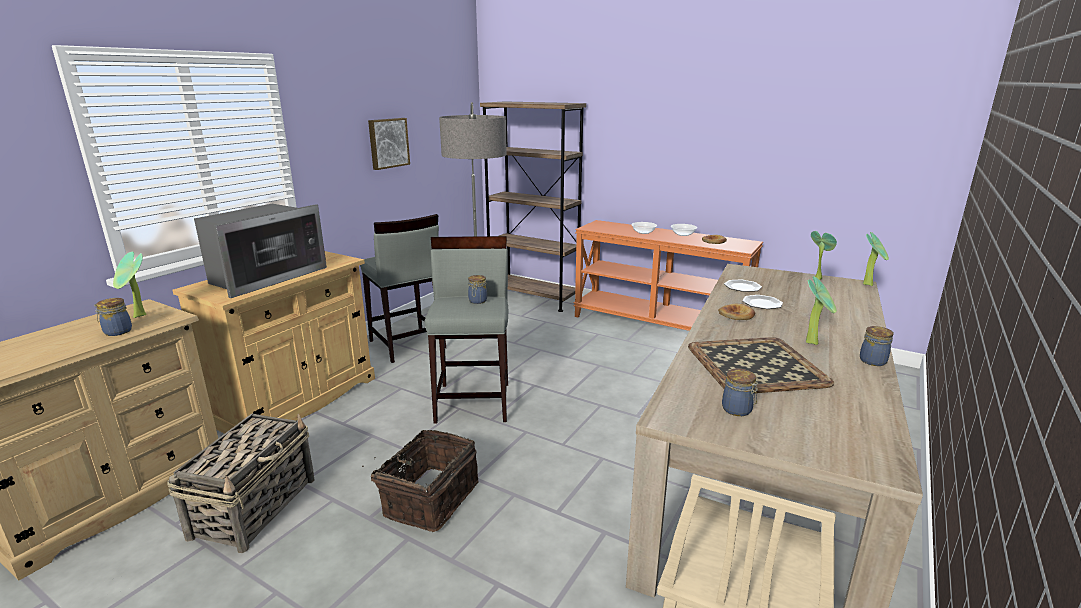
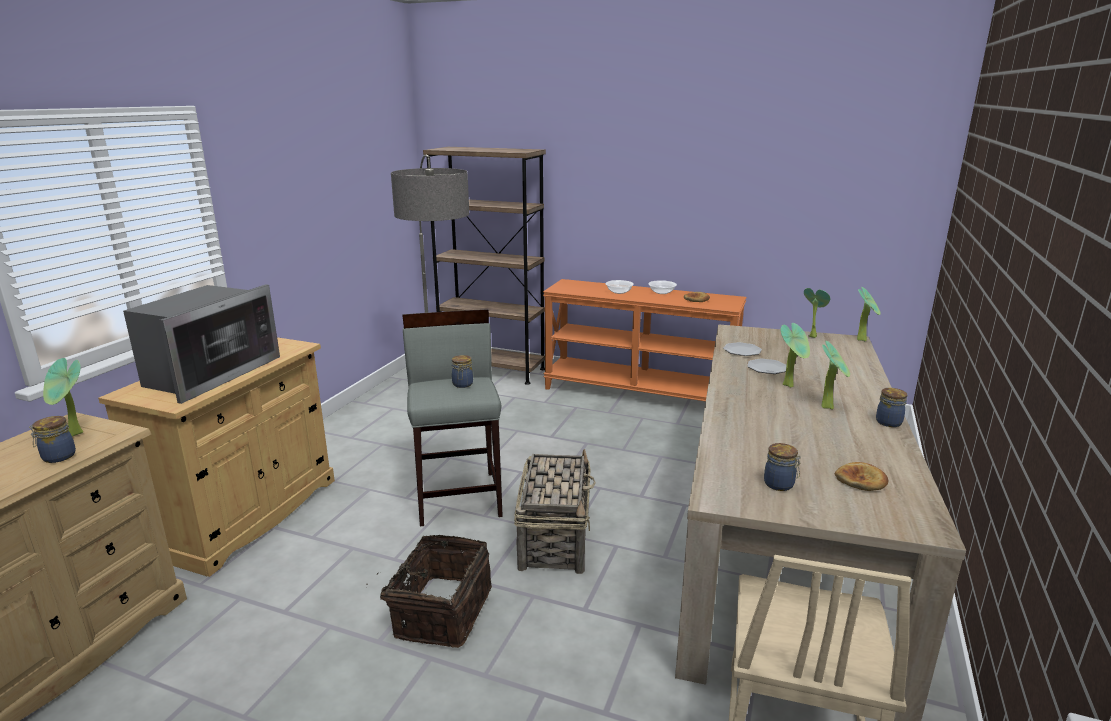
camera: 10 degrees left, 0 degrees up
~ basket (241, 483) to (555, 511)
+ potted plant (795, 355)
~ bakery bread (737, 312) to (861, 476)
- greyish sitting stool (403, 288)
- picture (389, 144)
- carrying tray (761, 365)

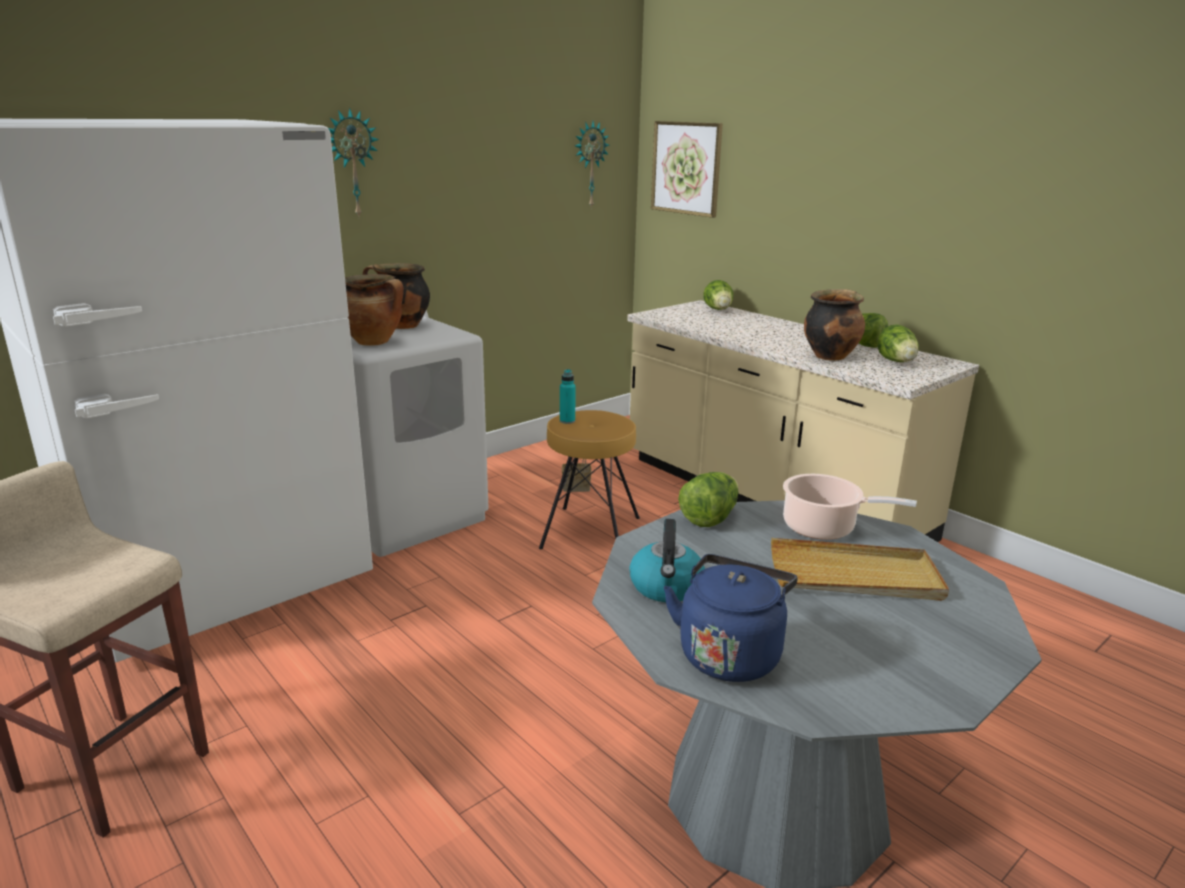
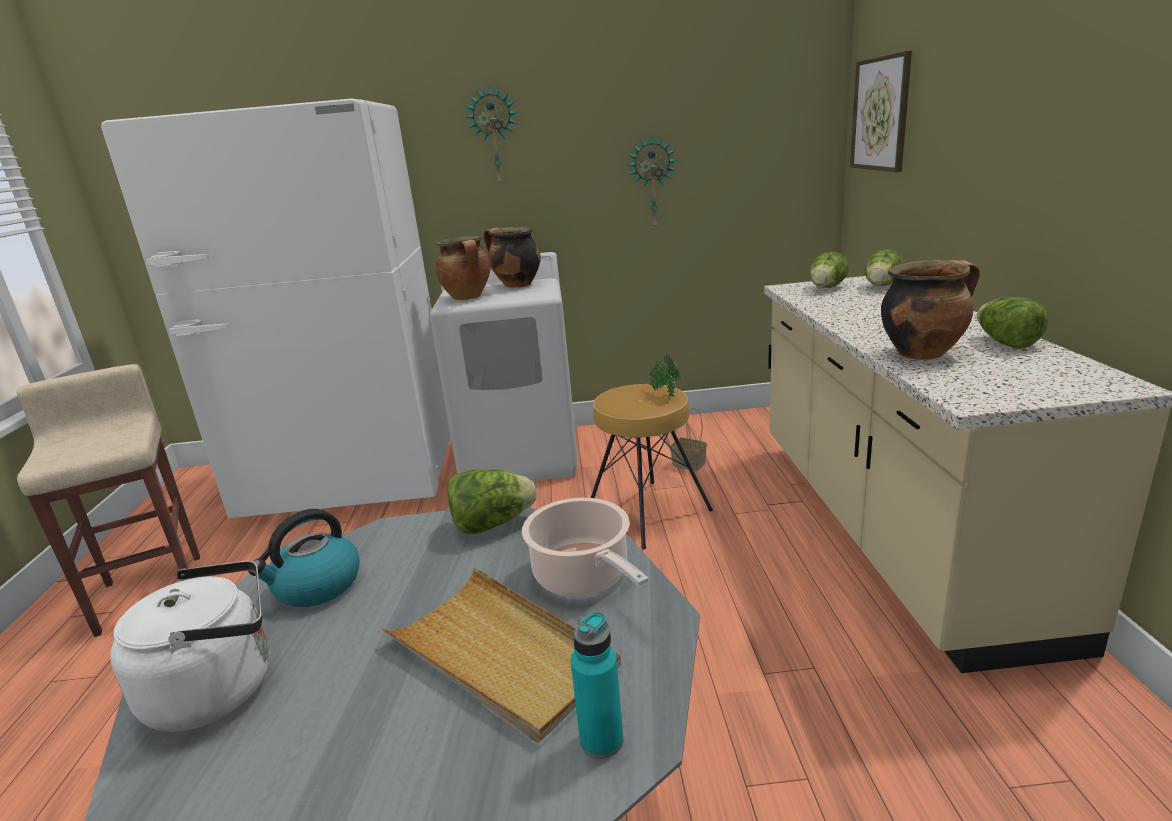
camera: 40 degrees right, 0 degrees up
~ blue-coloured water kettle (731, 618) to whitish water kettle (189, 646)
~ blue-green drink bottle (568, 396) to (597, 685)
~ wall clock (592, 165) to (652, 182)
+ potted plant (665, 375)
~ head of lettuce (898, 343) to (829, 270)

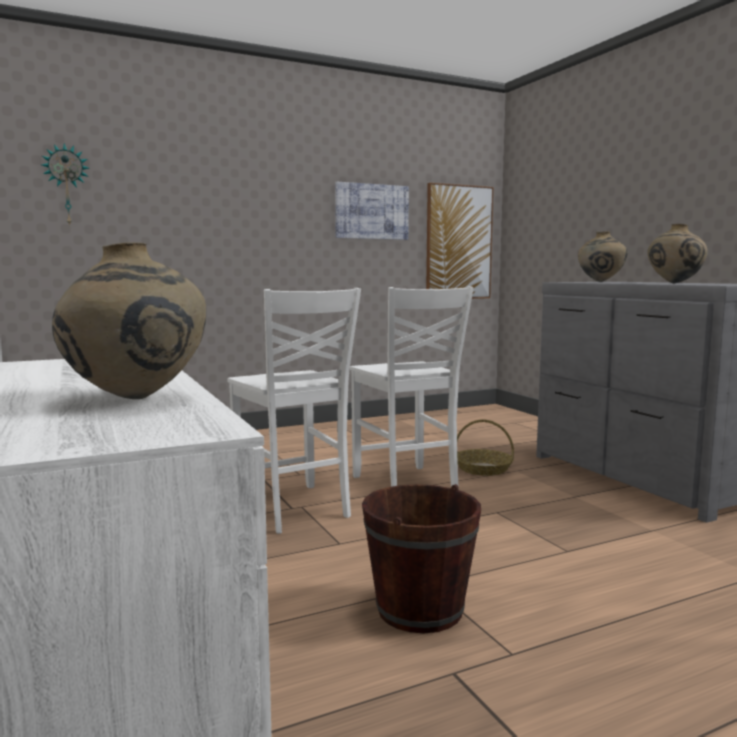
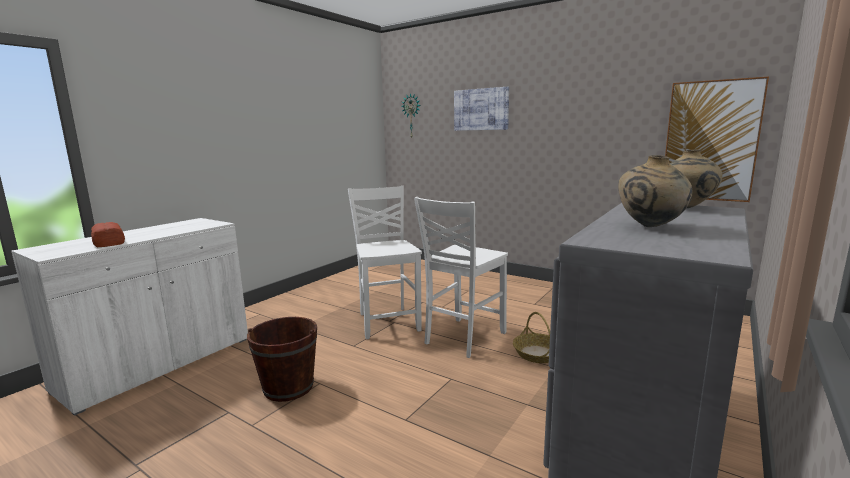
camera: 60 degrees right, 5 degrees up
~ beige vase (129, 320) to bakery bread (108, 234)
~ whitish upright chair (294, 411) = (385, 262) 135 degrees clockwise
~ picture (372, 211) to (481, 109)

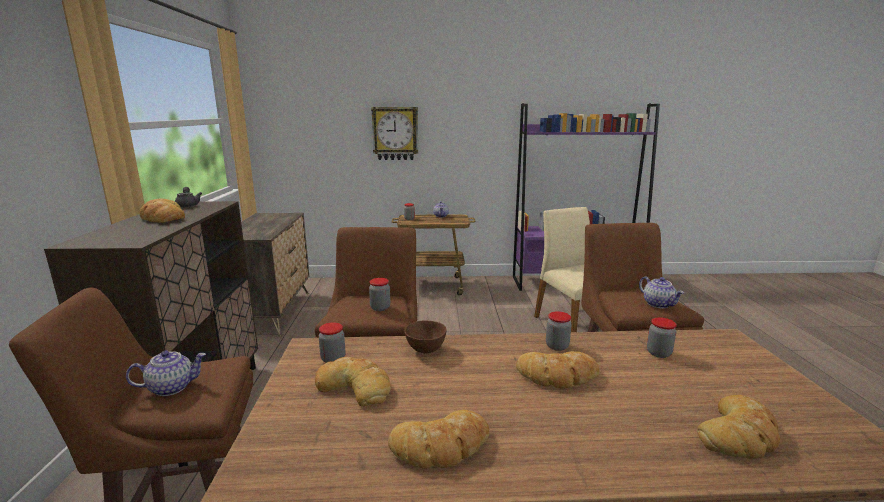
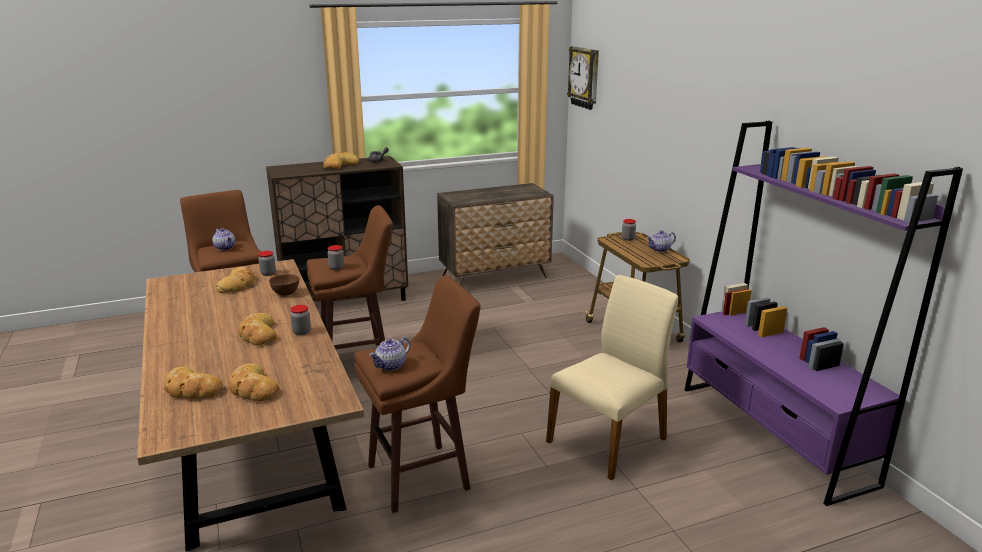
camera: 70 degrees right, 5 degrees up
~ bakery bread (438, 439) to (254, 382)
~ wall clock (394, 133) to (583, 78)
- preserve jar (662, 337)

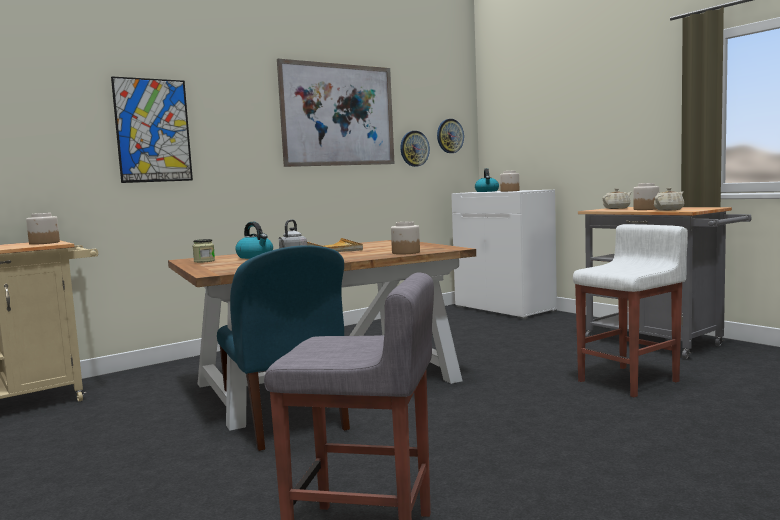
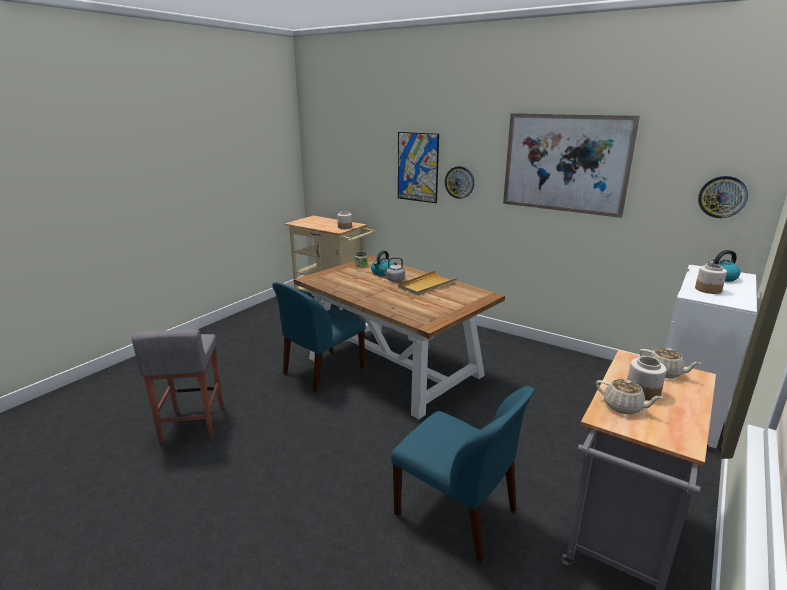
camera: 70 degrees right, 15 degrees up
~ whitish sitting stool (630, 310) to blue-coloured upright chair (463, 474)
~ wall clock (415, 149) to (459, 182)
- preserve jar (405, 238)

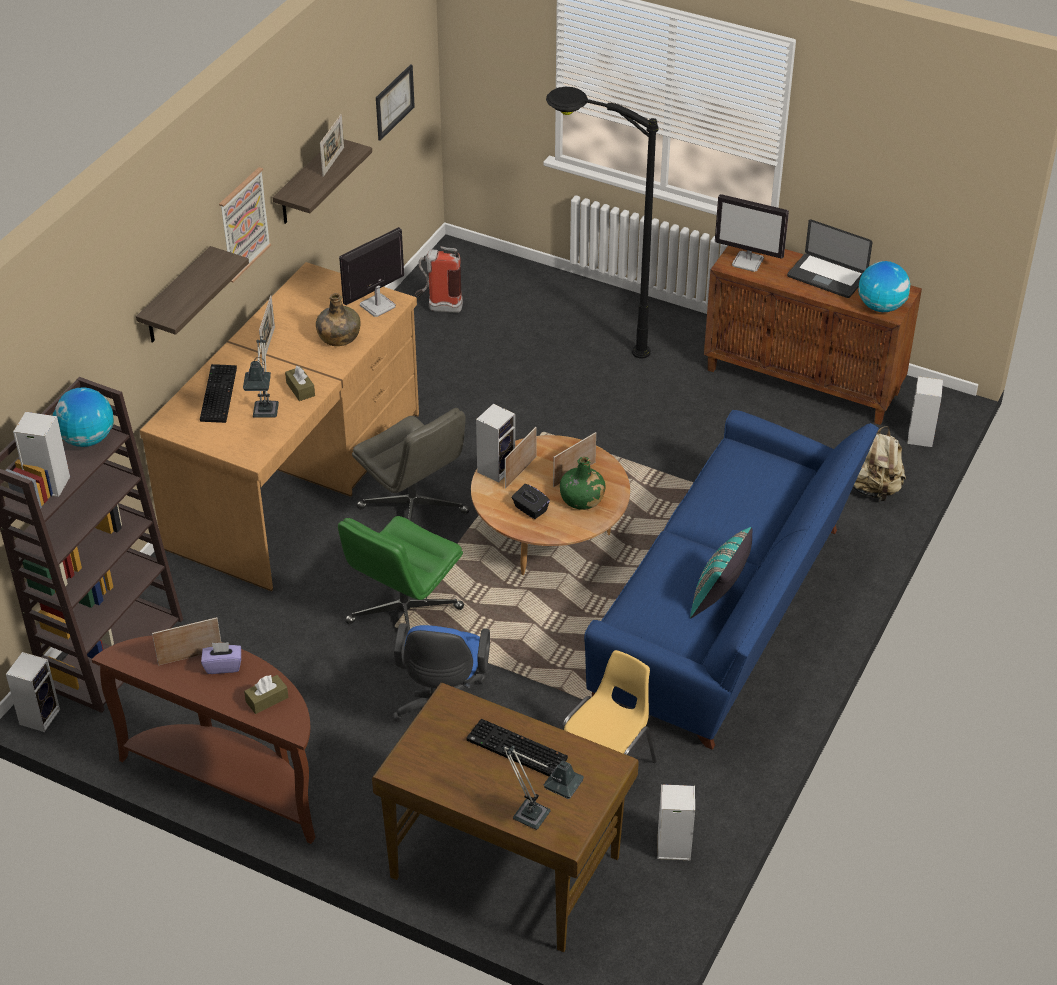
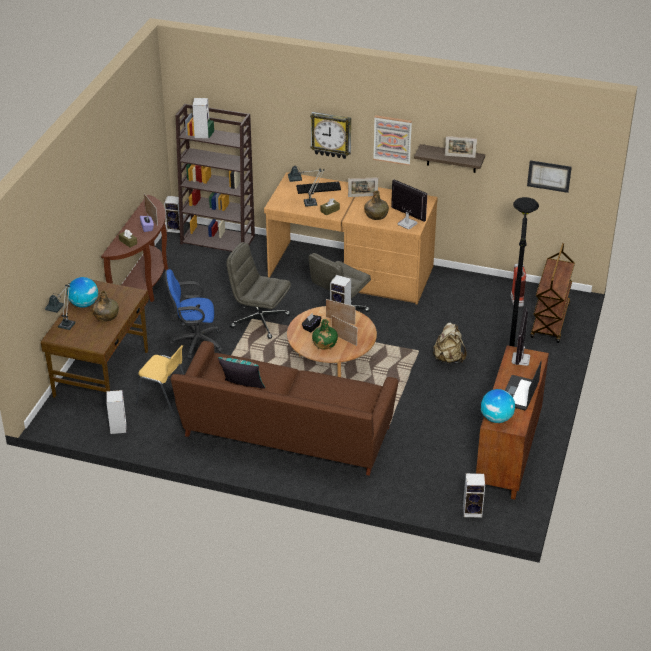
camera: 80 degrees right, 5 degrees down
~ globe (83, 417) to (82, 292)
~ computer keyboard (517, 747) to greenish drink bottle (105, 306)
~ blue-coloured settee (731, 580) to brown settee (284, 408)
~ greenish desk chair (401, 573) to greyish desk chair (258, 290)
~ shelf (192, 294) to wall clock (330, 135)
~ beige backpack (879, 463) to (450, 343)
+ brown cart (553, 293)

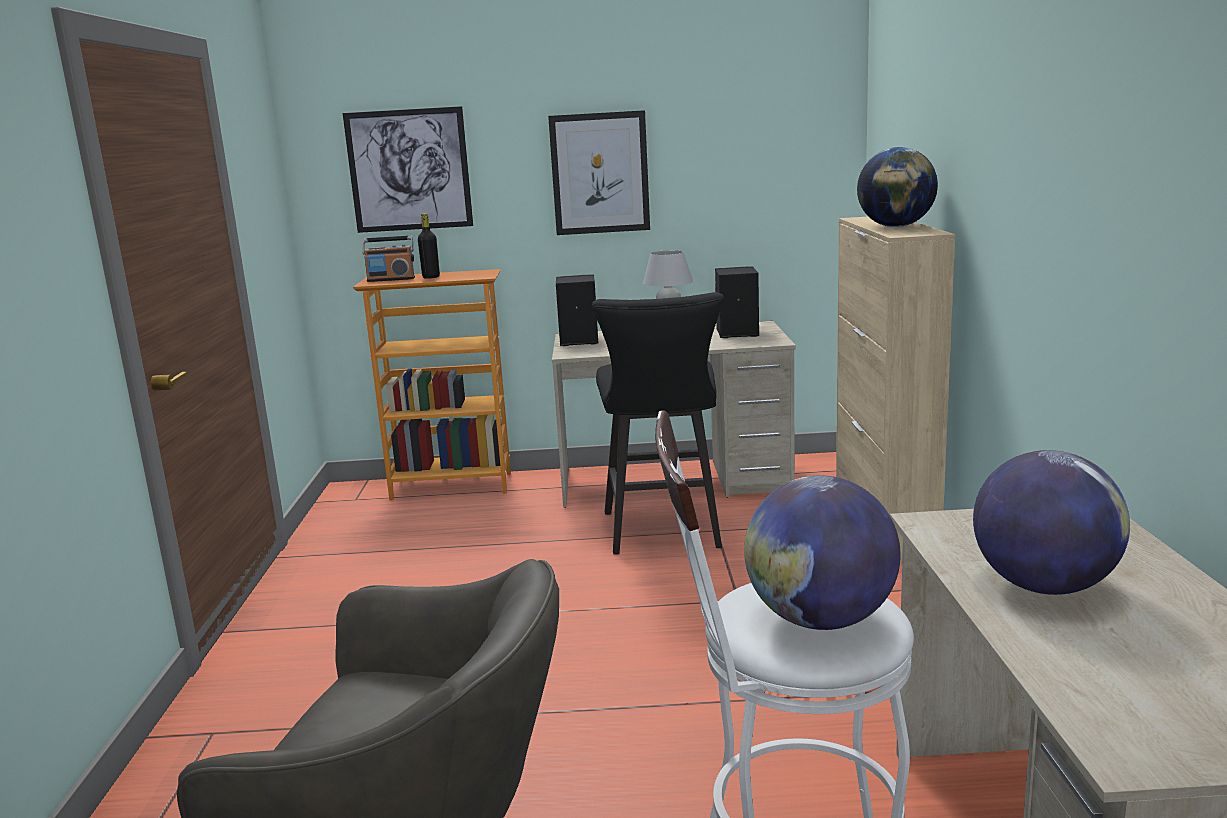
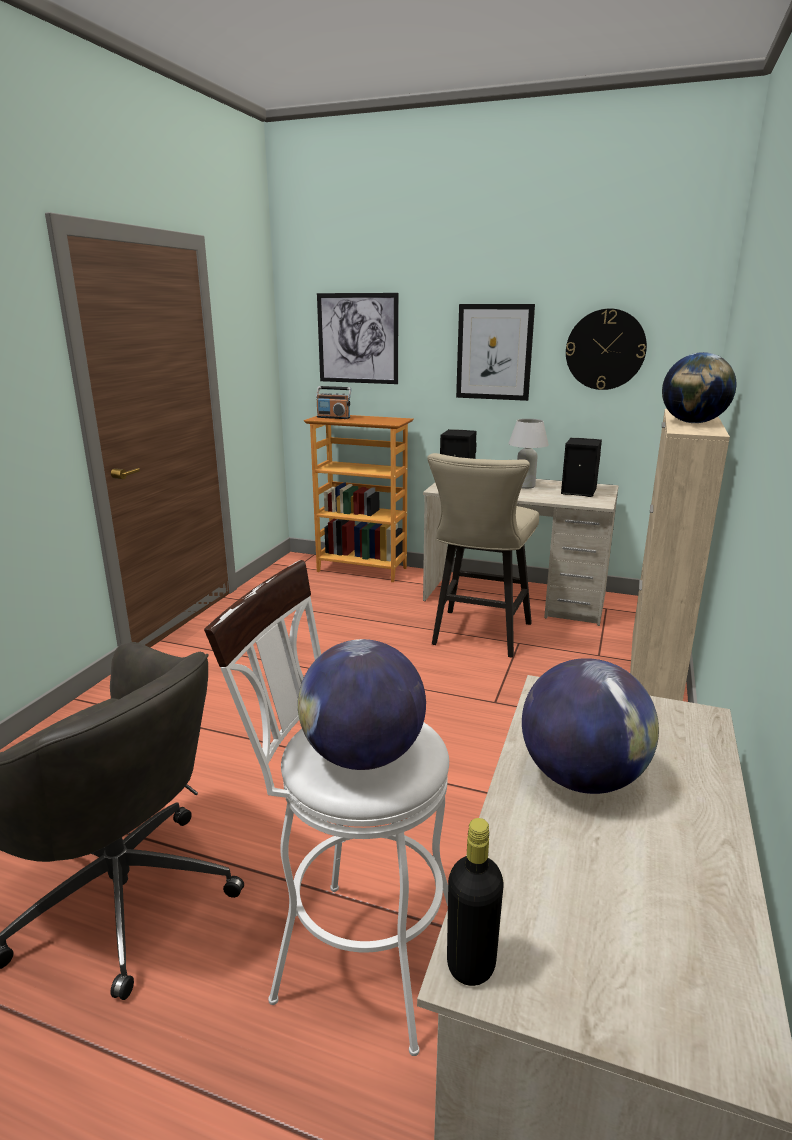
camera: 20 degrees right, 5 degrees up
~ black-coloured sitting stool (658, 423) to beige sitting stool (483, 555)
~ black-coloured drink bottle (429, 246) to (475, 902)
+ wall clock (606, 349)

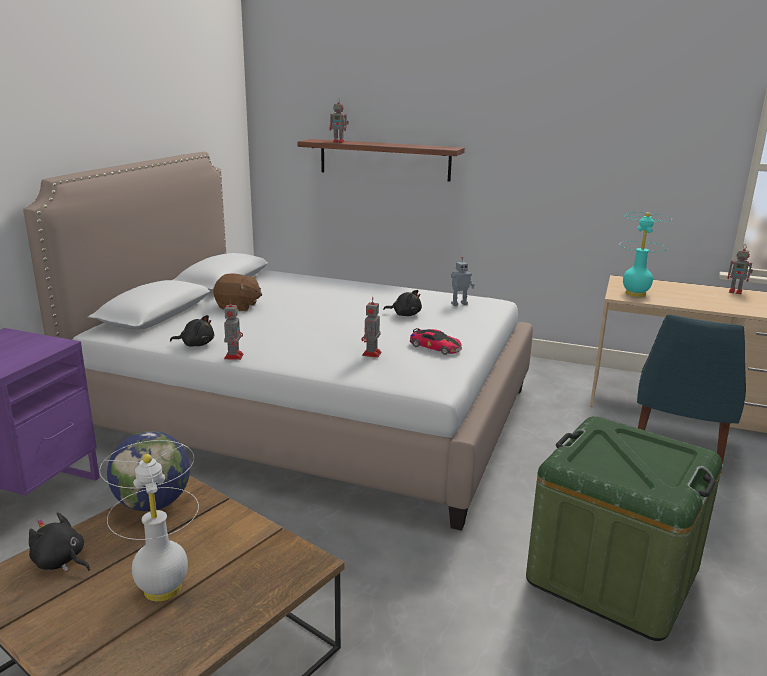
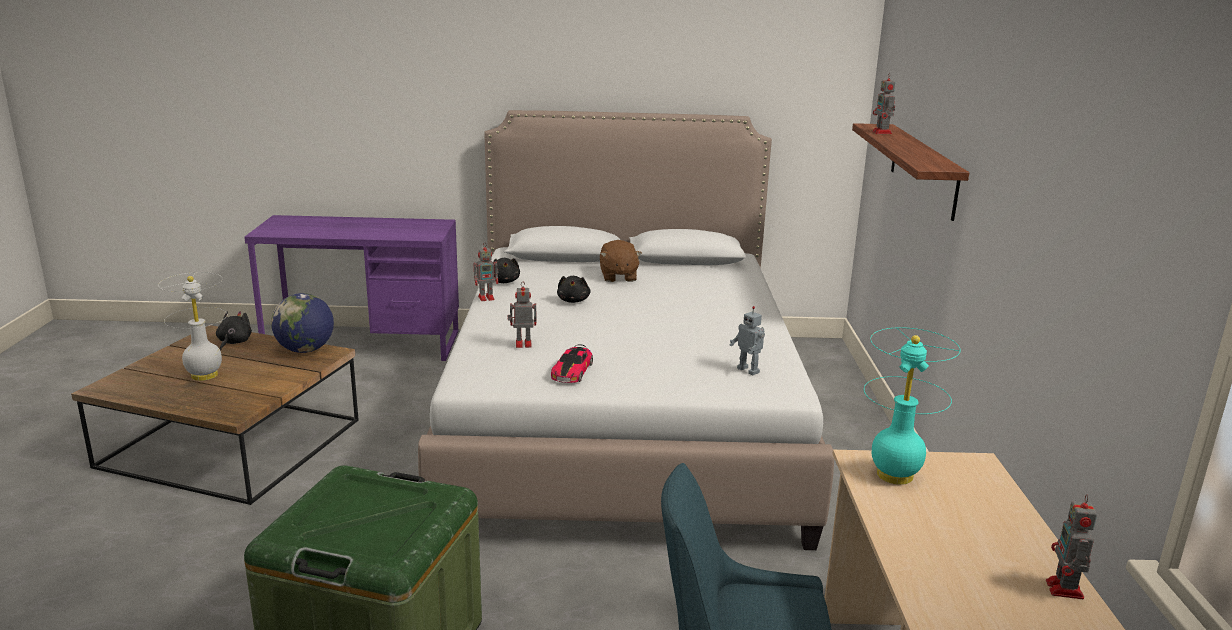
camera: 70 degrees right, 0 degrees up
~ black-coloured plush toy (402, 303) to (574, 289)

